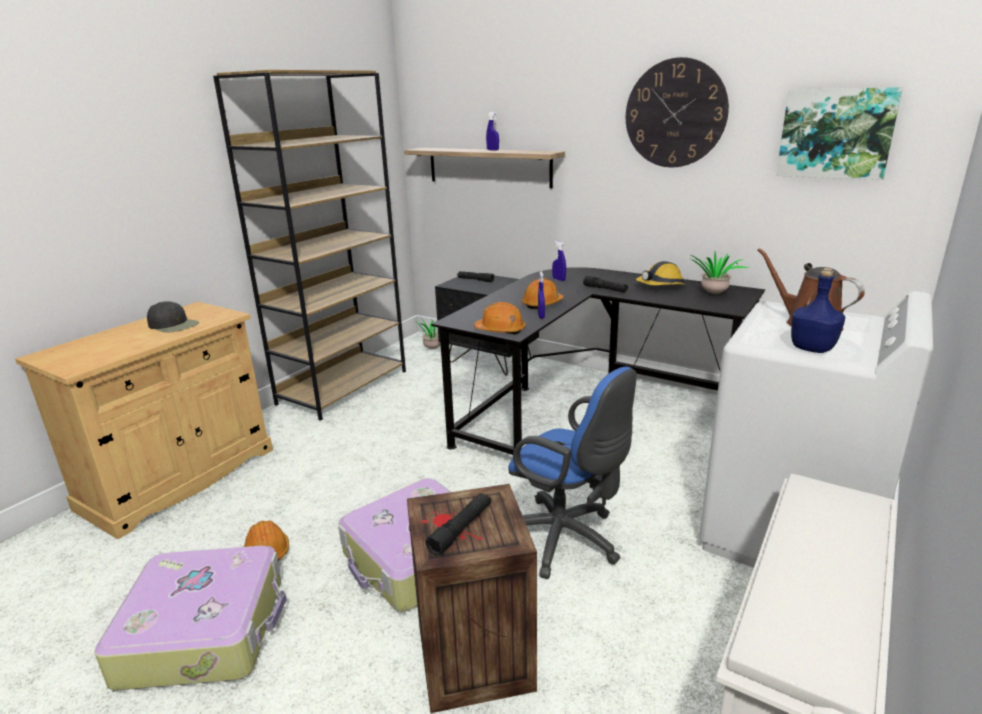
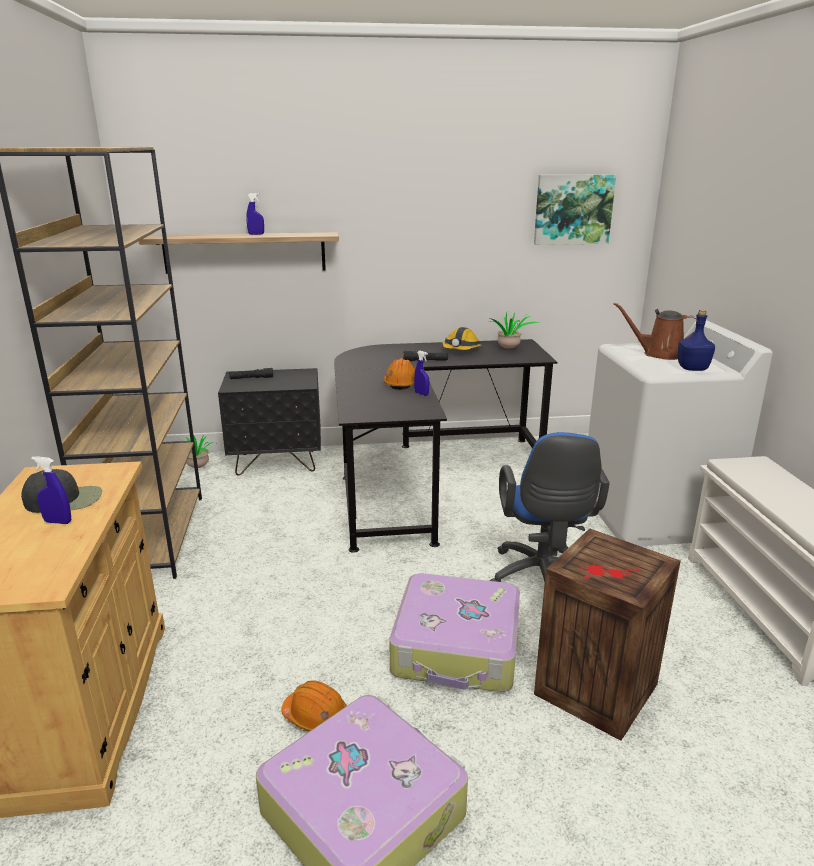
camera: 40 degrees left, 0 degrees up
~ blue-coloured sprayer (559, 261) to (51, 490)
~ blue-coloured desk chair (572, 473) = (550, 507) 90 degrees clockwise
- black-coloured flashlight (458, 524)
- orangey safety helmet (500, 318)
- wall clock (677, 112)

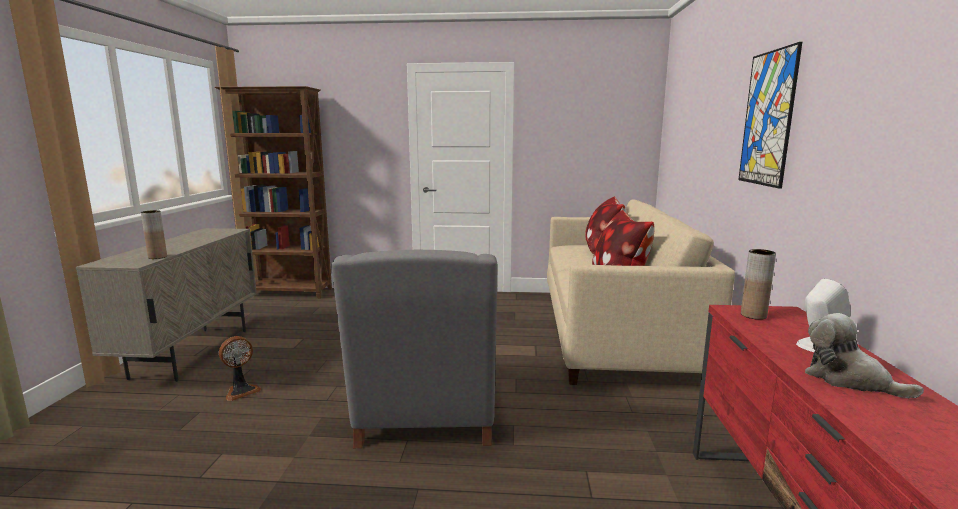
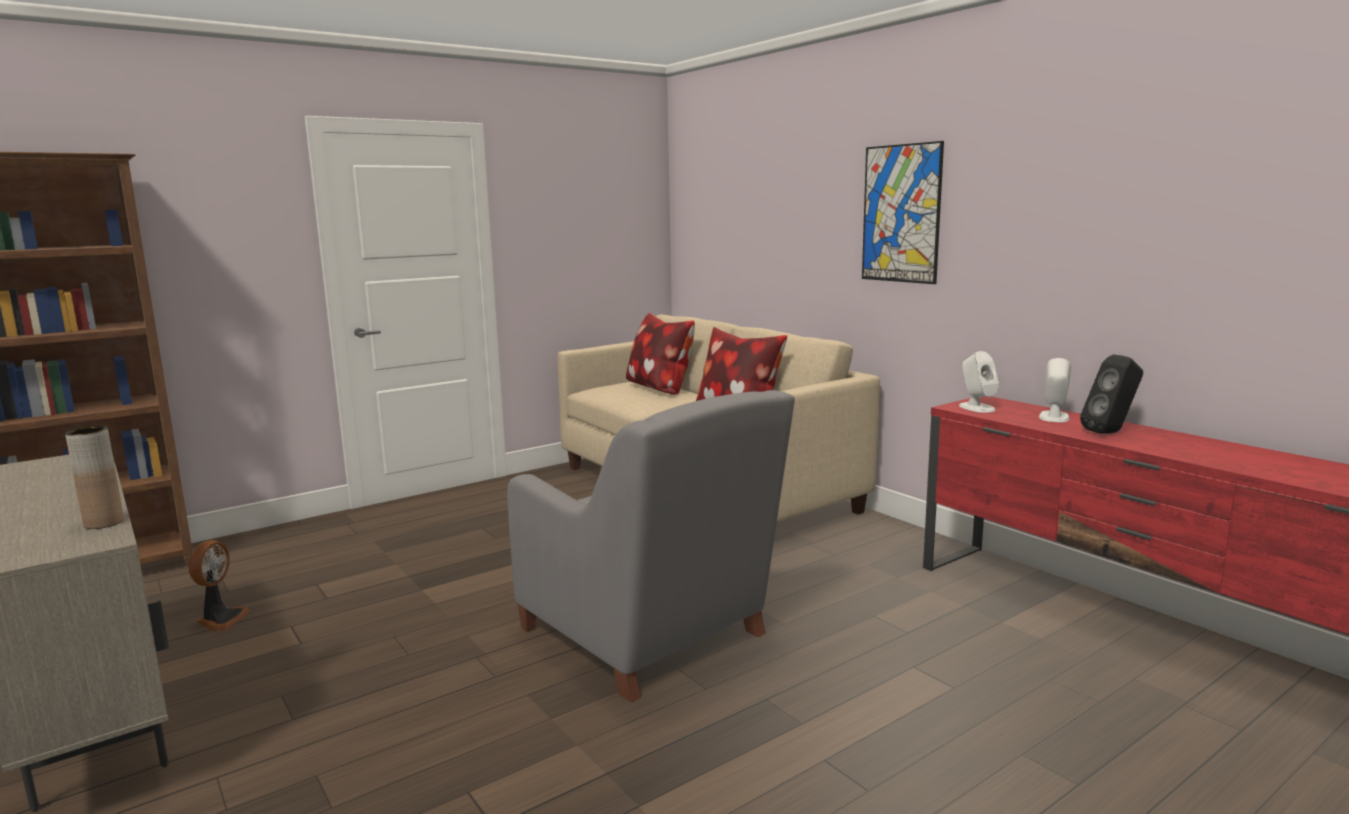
camera: 40 degrees left, 0 degrees up
~ electric fan (240, 368) to (219, 586)
~ brown vase (758, 284) to whitish audio speaker (979, 382)
~ plush toy (864, 355) to black-coloured audio speaker (1111, 394)

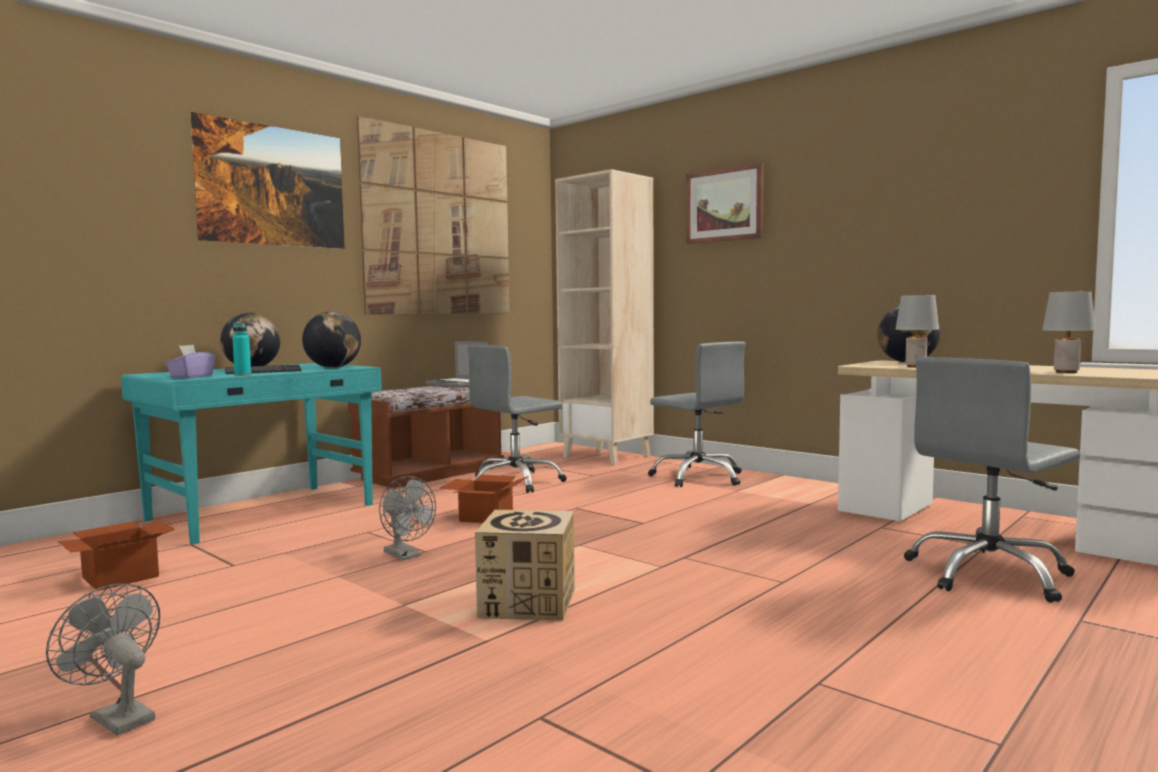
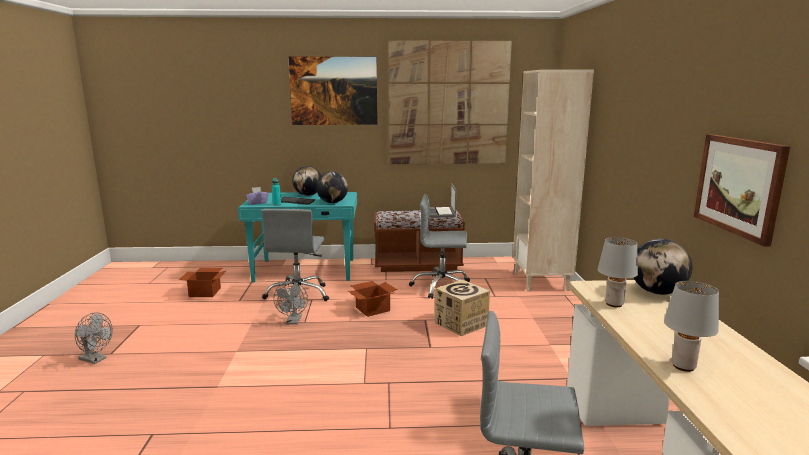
camera: 45 degrees right, 10 degrees up
~ greyish electric fan (103, 659) = (94, 338) 120 degrees clockwise
~ greyish desk chair (697, 414) to (295, 258)
~ carton (525, 565) to (462, 308)
~ picture (725, 203) to (742, 190)

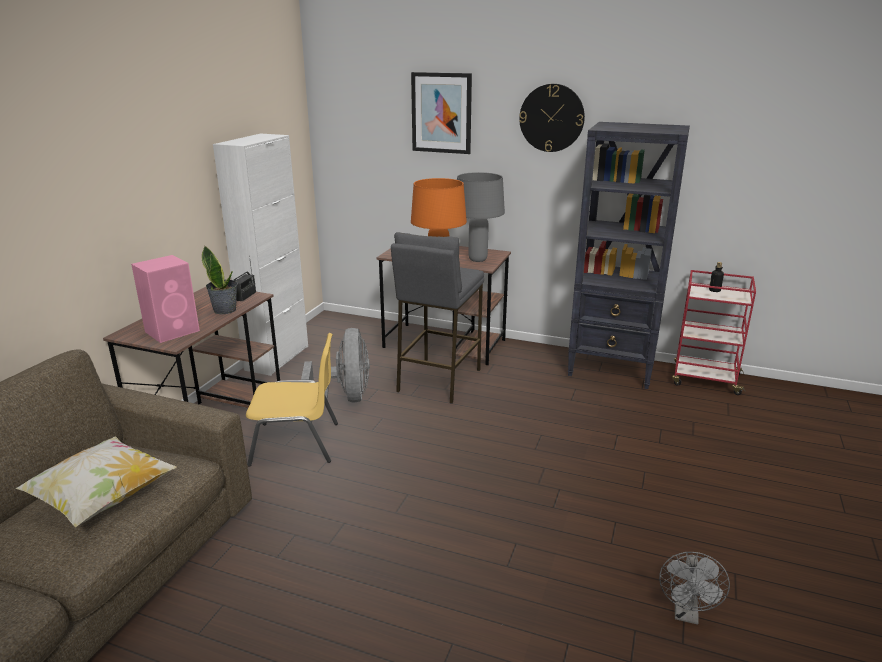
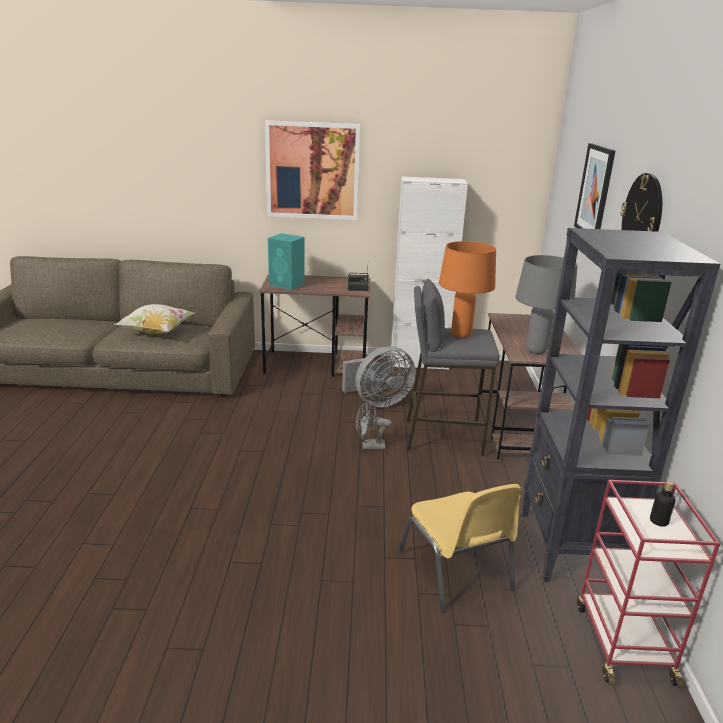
camera: 70 degrees right, 0 degrees up
+ picture (312, 170)
~ pink-coloured audio speaker (165, 299) to blue-green audio speaker (286, 261)
~ greyish electric fan (694, 588) to (374, 424)
~ yellow upright chair (292, 400) to (460, 548)
- potted plant (220, 280)

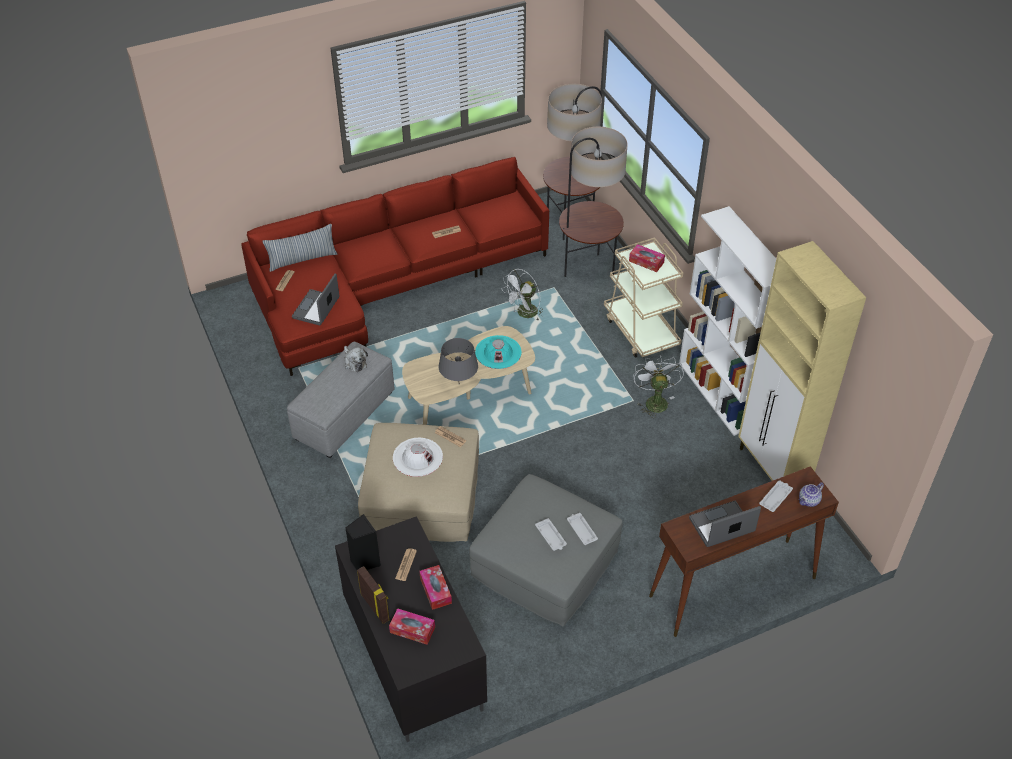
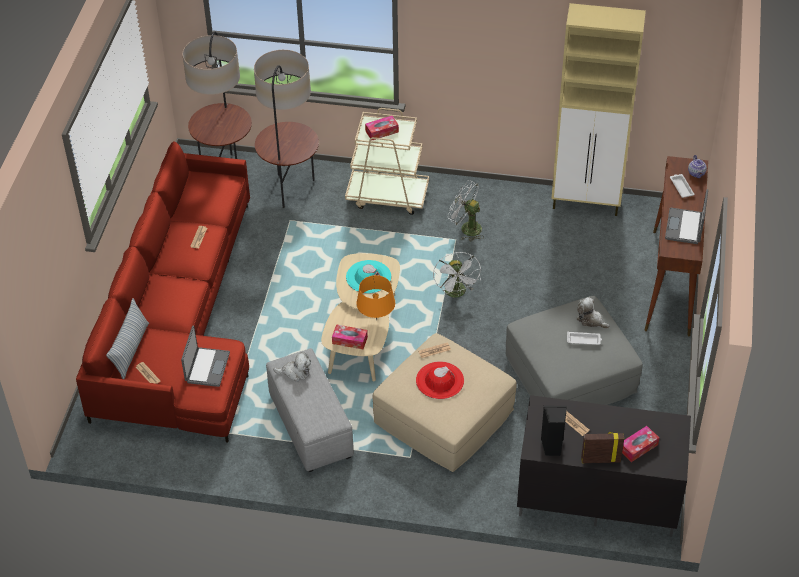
camera: 55 degrees left, 0 degrees up
~ notebook computer (315, 300) = (205, 356) 135 degrees counterclockwise
~ tissue holder (435, 587) to (350, 336)
~ greyish tabletop lamp (458, 359) to orangey tabletop lamp (375, 297)
~ whitish hat (418, 457) to reddish hat (440, 380)
~ whitish electric fan (522, 295) to (457, 274)
~ whitish carrying tray (582, 529) to plush toy (593, 313)
- whitish shelving unit (727, 321)

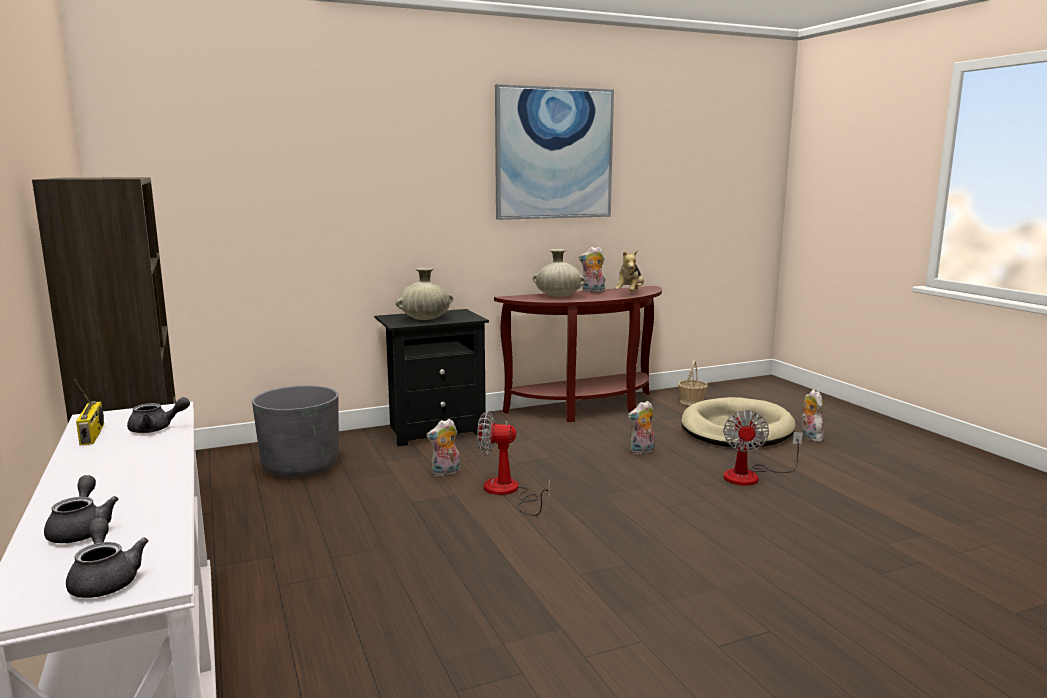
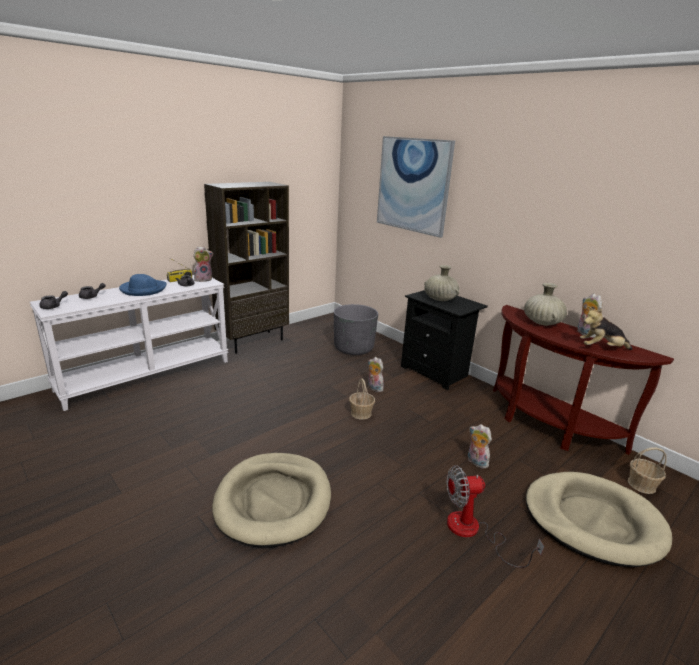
camera: 70 degrees right, 10 degrees up
+ blue-coloured hat (143, 285)
~ plush toy (813, 416) to (203, 264)
+ beige dog cushion (271, 500)
~ electric fan (513, 463) to basket (362, 399)
~ picture (554, 152) to (416, 187)

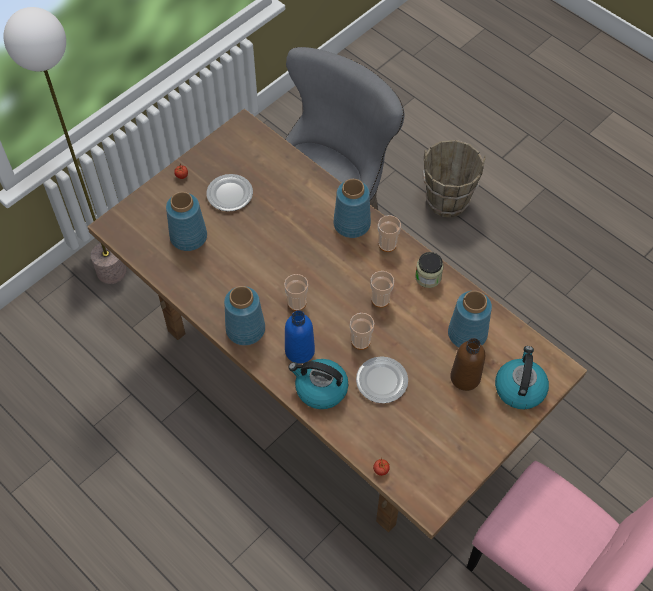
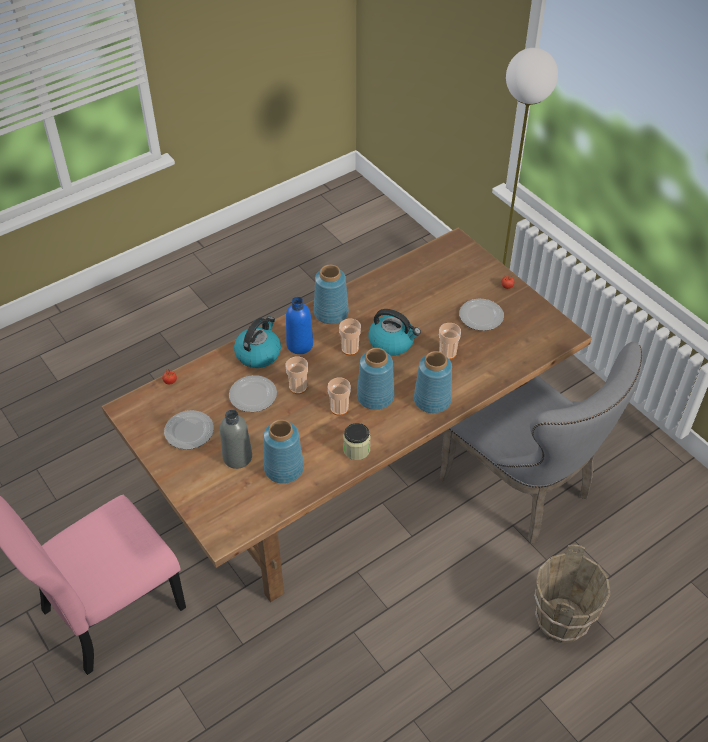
camera: 100 degrees right, 10 degrees down
+ flat dish (189, 429)
~ brown drink bottle (467, 364) to greyish drink bottle (236, 439)
~ blue-coloured vase (186, 221) to (375, 379)
~ water kettle (522, 377) to (394, 332)
~ drinking cup (389, 233) to (450, 341)

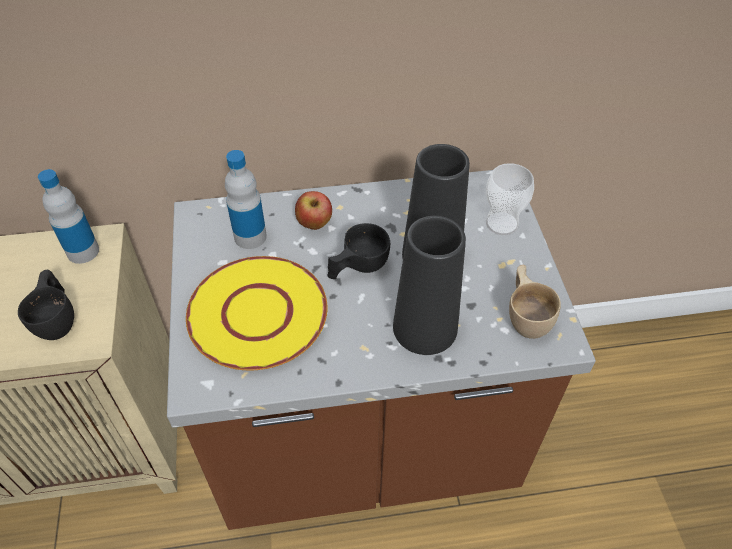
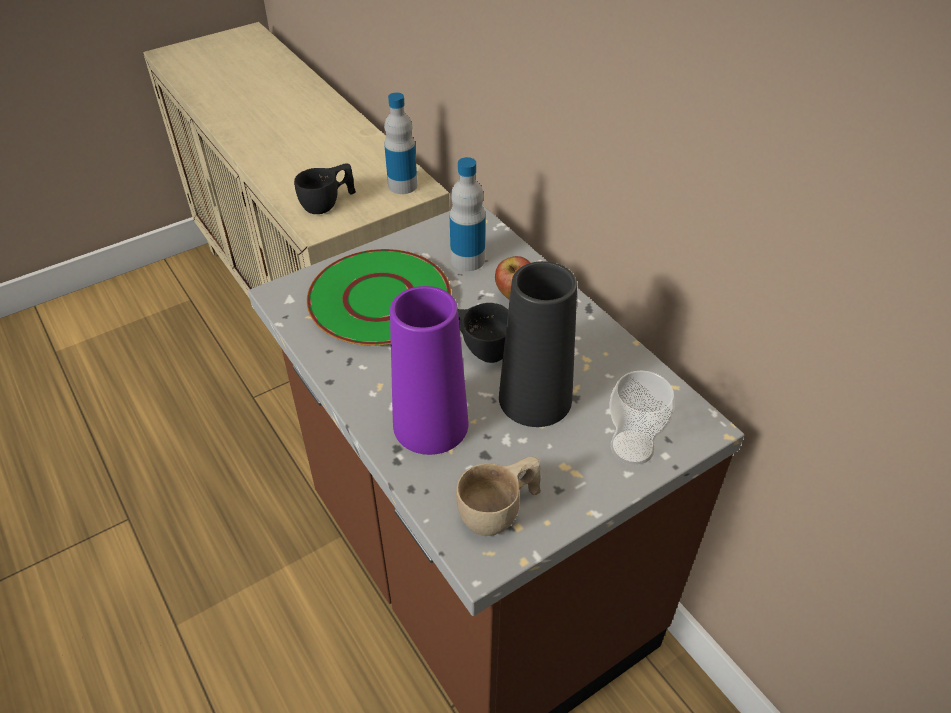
camera: 65 degrees right, 5 degrees down
~ yellow flat dish (257, 313) to greenish flat dish (379, 297)
~ black-coloured vase (429, 285) to purplish vase (429, 370)

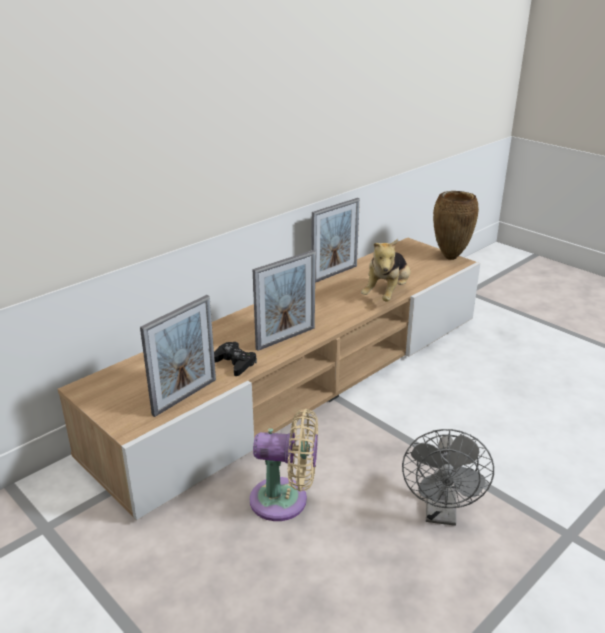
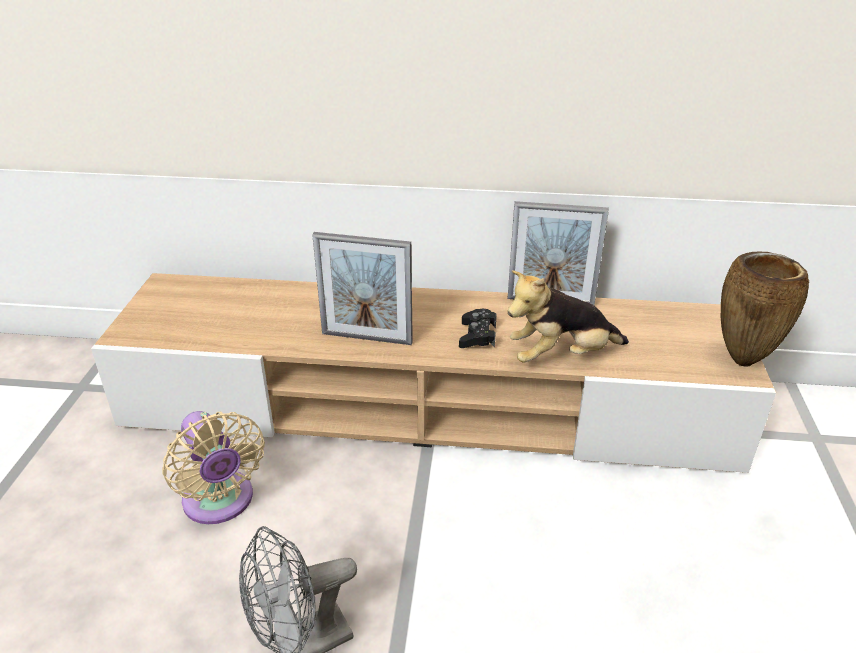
camera: 50 degrees right, 5 degrees up
~ black-coloured game controller (235, 359) to (477, 328)
- photo frame (178, 356)

